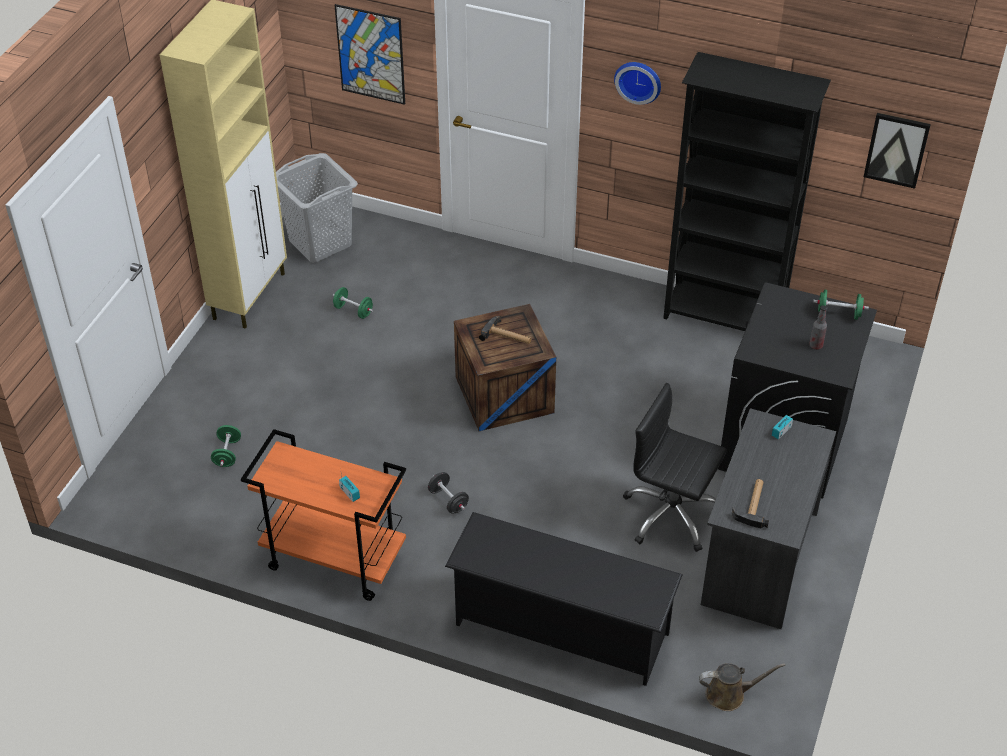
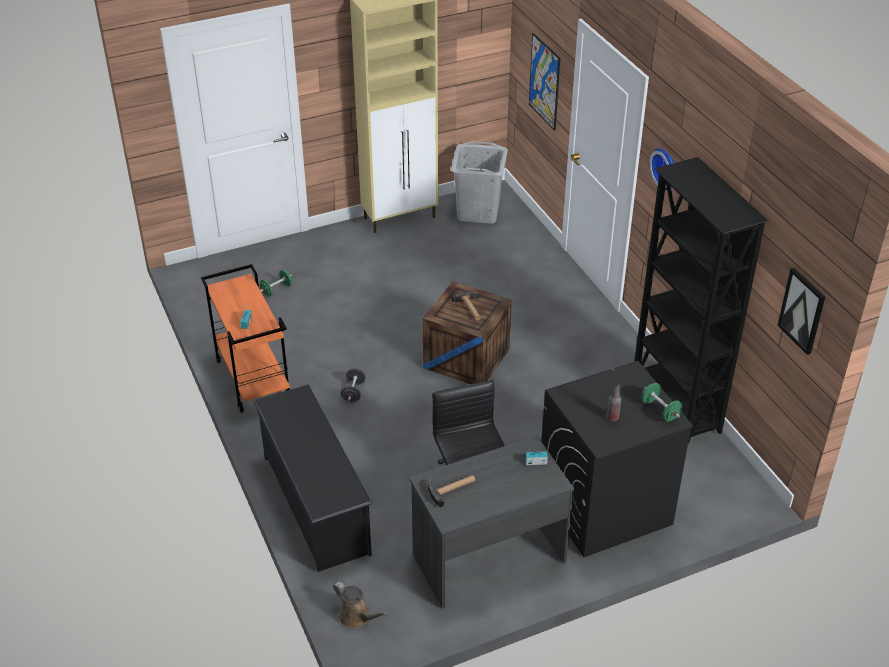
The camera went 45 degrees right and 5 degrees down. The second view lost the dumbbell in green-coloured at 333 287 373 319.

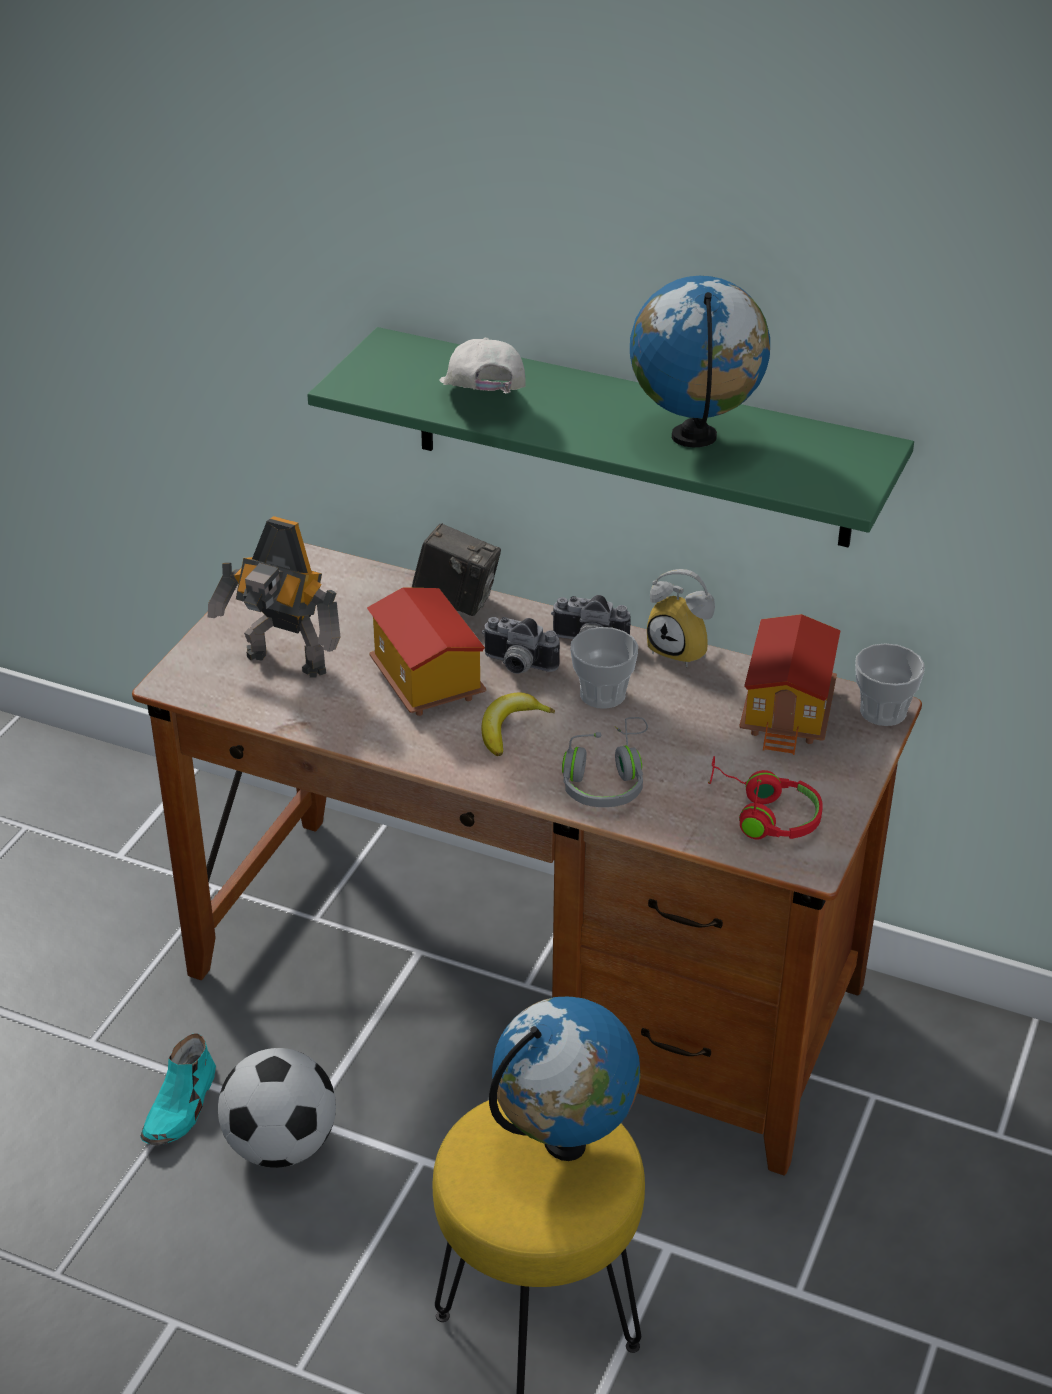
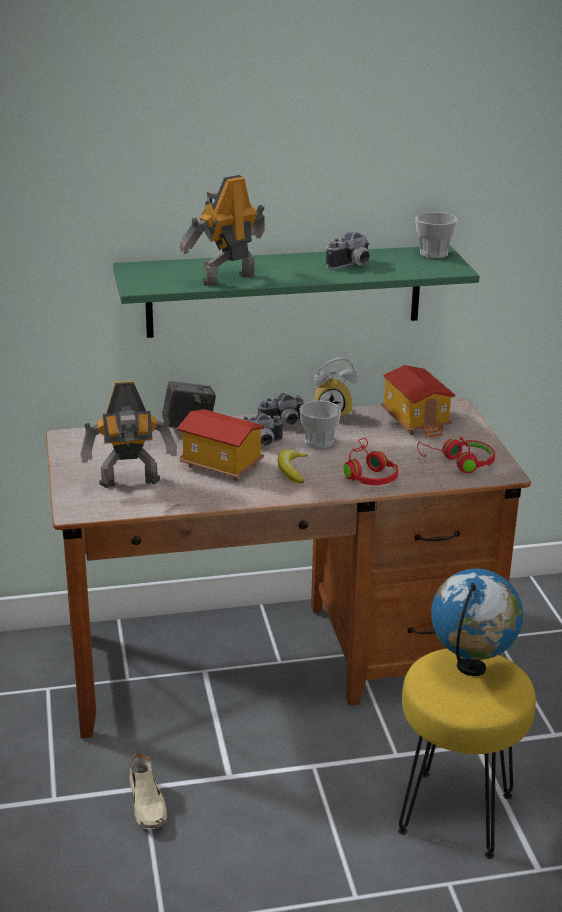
The camera went 35 degrees left and 10 degrees down. The second view lost the ball for football at 218 1048 336 1168. The drinking cup ended up elsewhere, having gone from 855 643 925 726 to 415 212 458 259. Where the peaked cap in white-coloured stood at 439 338 526 393, the toy robot came to stand at 180 175 265 286. Where the world globe stood at 630 276 770 447, the photo camera came to stand at 326 232 370 270. What was the shoe in blue-green at 140 1033 216 1145 turned into the shoe in sand-coloured at 130 753 167 829. What was the headset in greyish at 562 717 648 807 turned into the headset in reddish at 344 438 398 485.

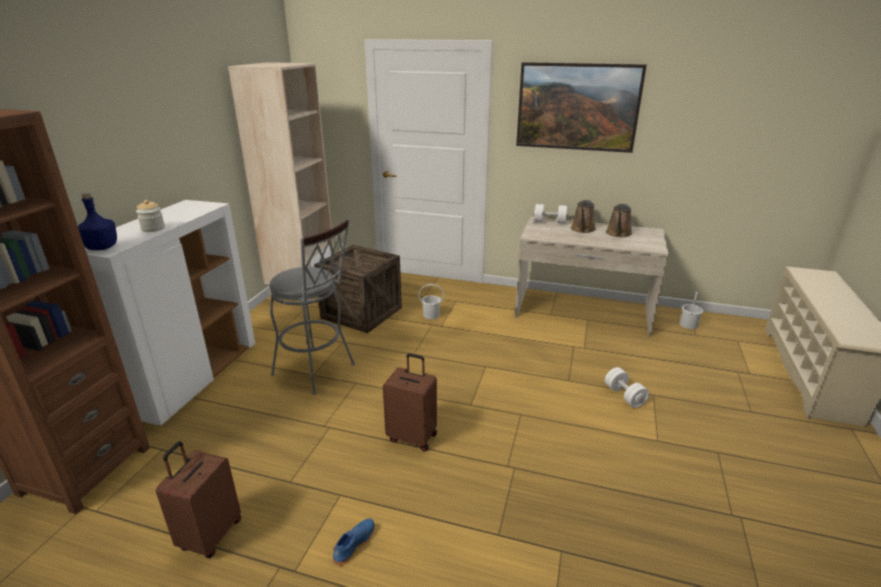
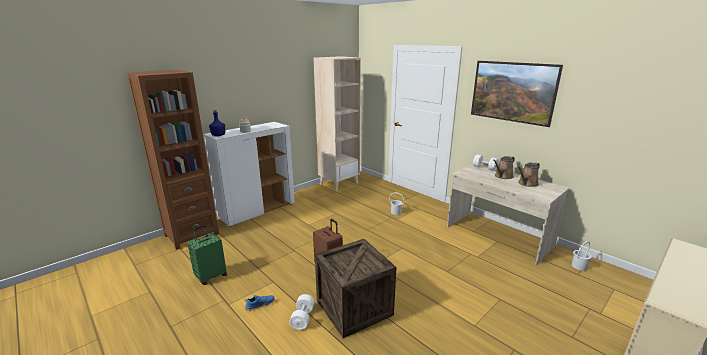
The camera went 30 degrees right and 5 degrees down. The second view lost the stool in greyish at 269 219 355 394. The shipping crate ended up elsewhere, having gone from 314 245 402 333 to 315 239 396 338. The dumbbell in white-coloured ended up elsewhere, having gone from 605 367 649 408 to 289 294 314 330. What was the piece of luggage in brown at 156 441 241 558 turned into the piece of luggage in green-coloured at 187 225 227 285.

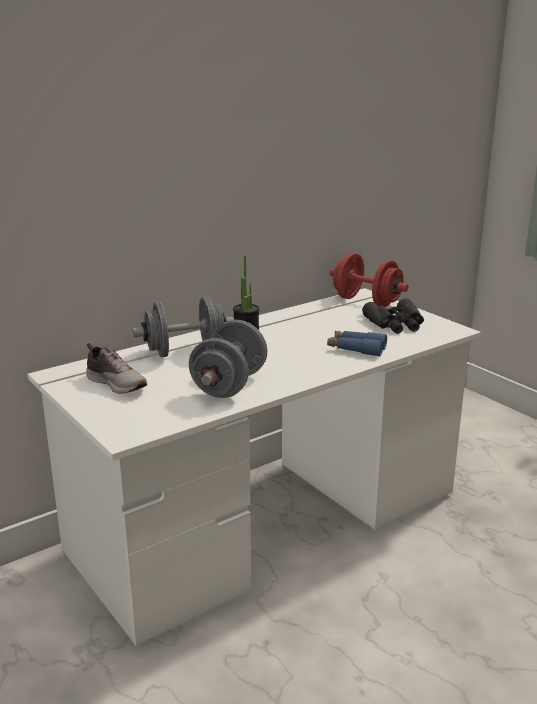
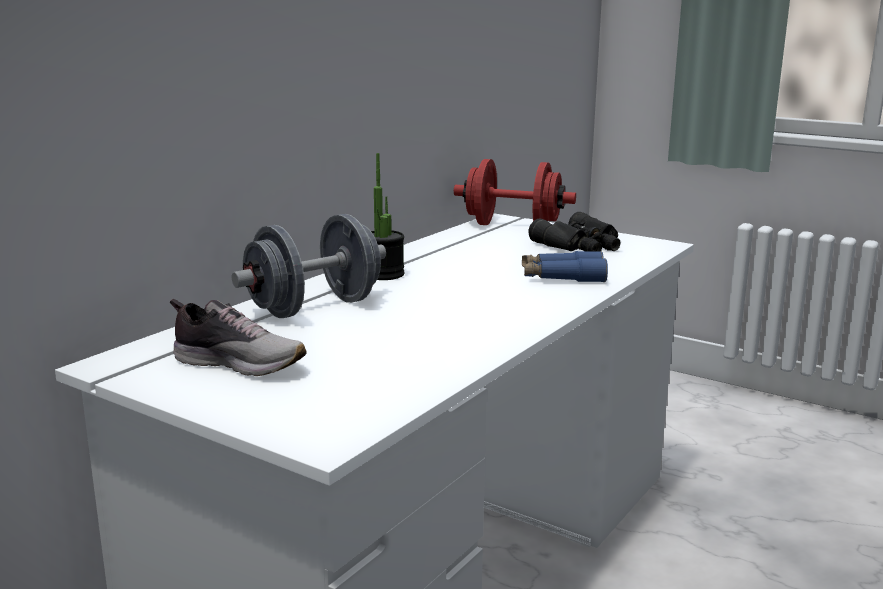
The camera went 20 degrees left and 5 degrees down. The second view lost the dumbbell in greyish at 189 320 267 398.

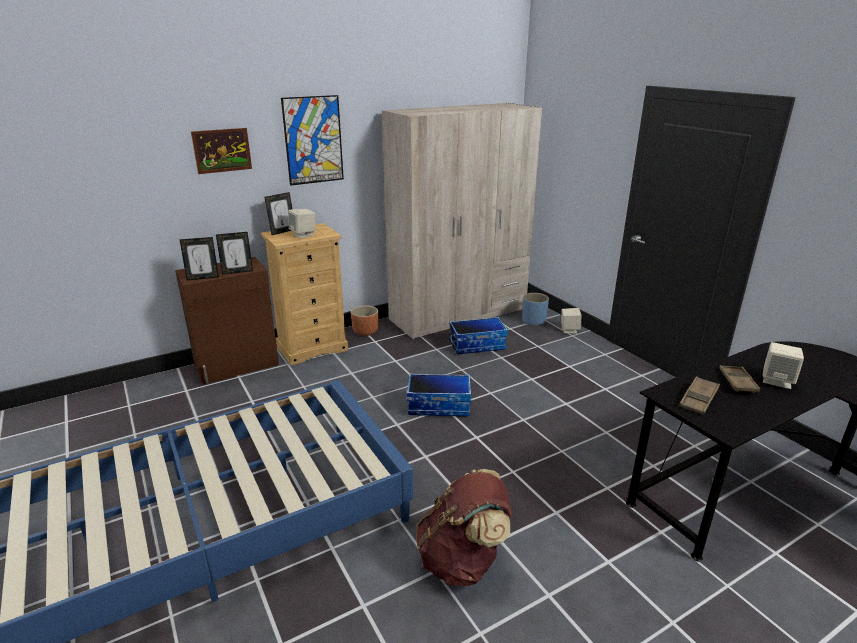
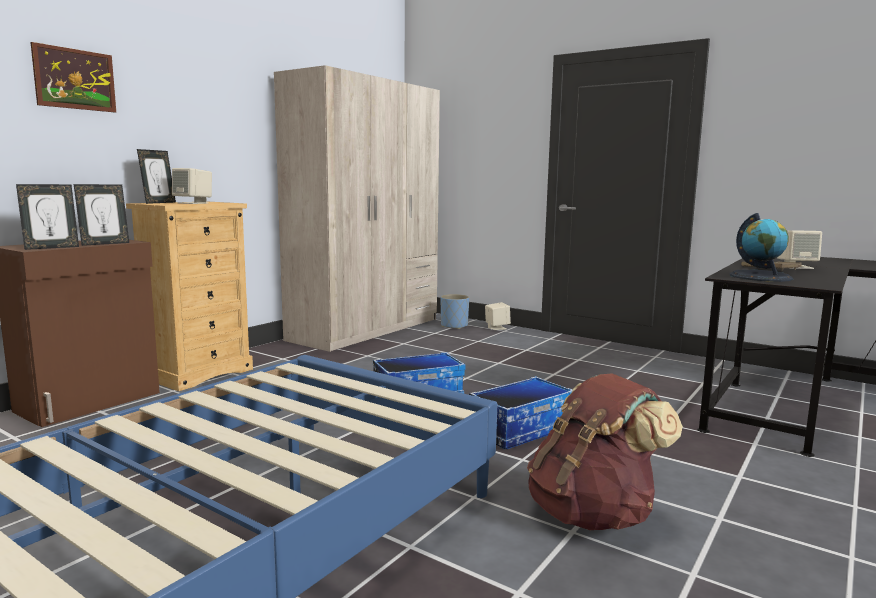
The camera went 25 degrees left and 15 degrees down. The second view lost the wall picture at 281 95 344 186. The second view lost the planter in brown at 351 305 379 336. The storage box ended up elsewhere, having gone from 449 317 508 354 to 469 376 573 449. Where the carrying tray in brown stood at 679 376 720 415, the world globe came to stand at 730 213 793 282.

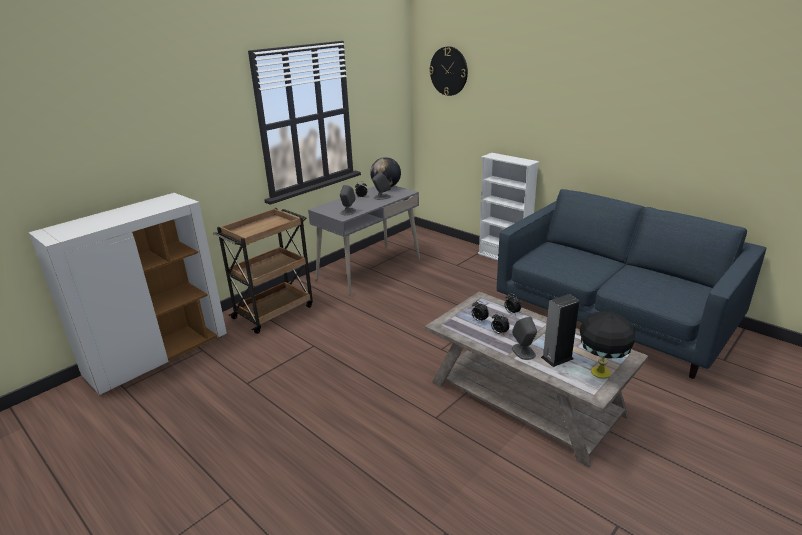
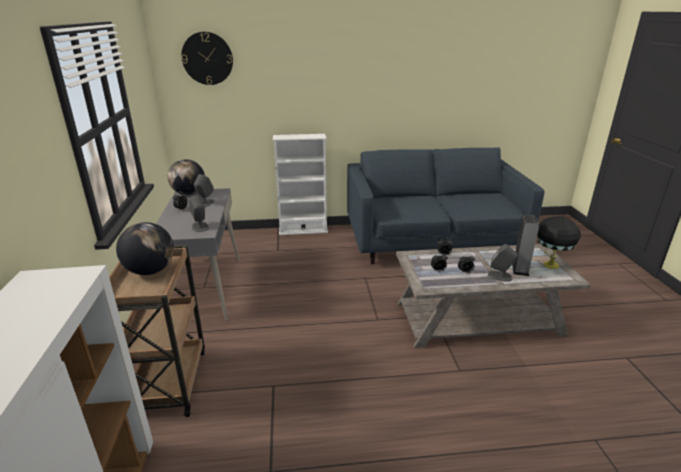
The camera went 50 degrees left and 0 degrees up. The second view gained the world globe at 116 222 174 275.

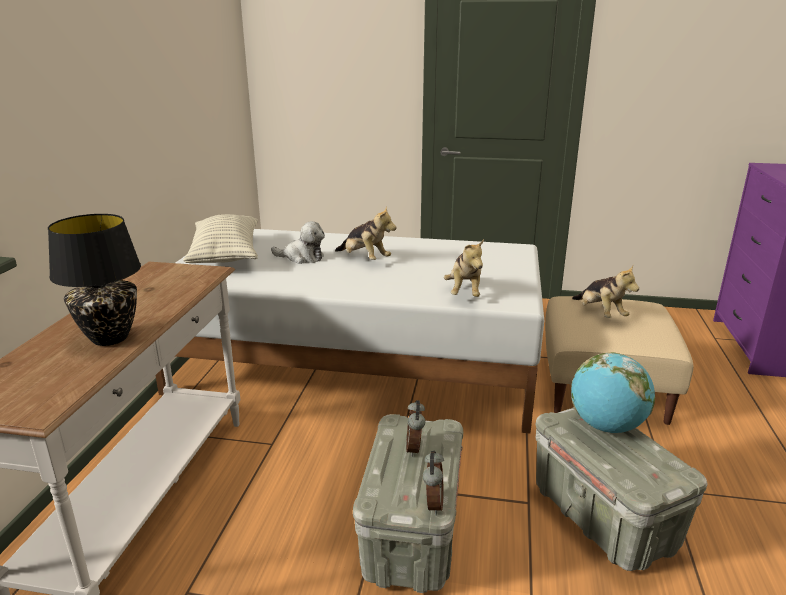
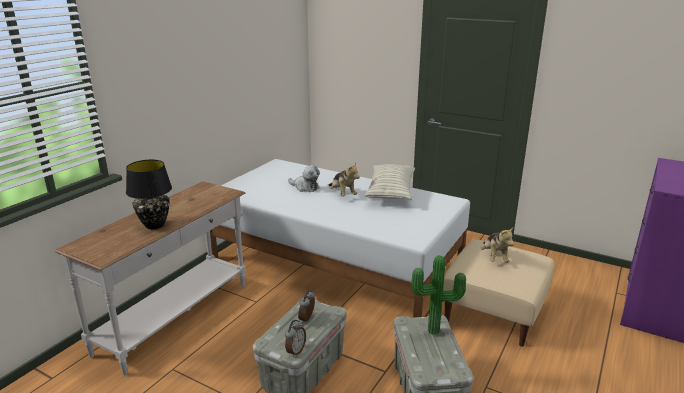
The camera went 20 degrees right and 0 degrees up. The second view lost the cuddly toy at 444 239 484 297. The pillow ended up elsewhere, having gone from 183 214 258 263 to 365 164 415 200. Where the world globe stood at 571 353 655 433, the houseplant came to stand at 411 256 466 335.

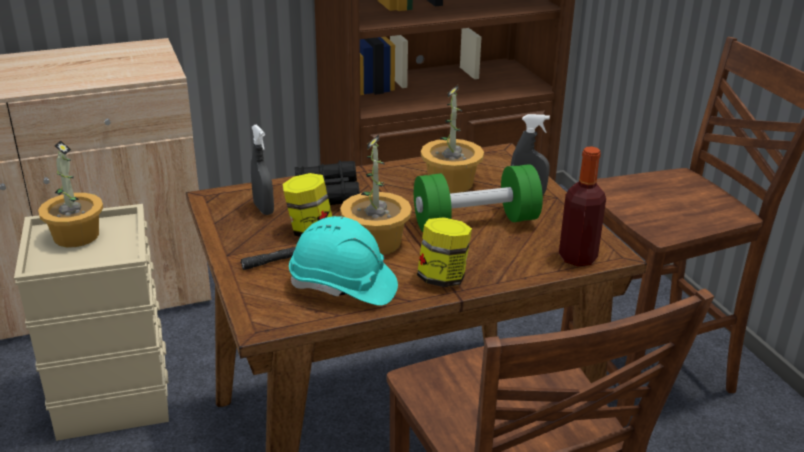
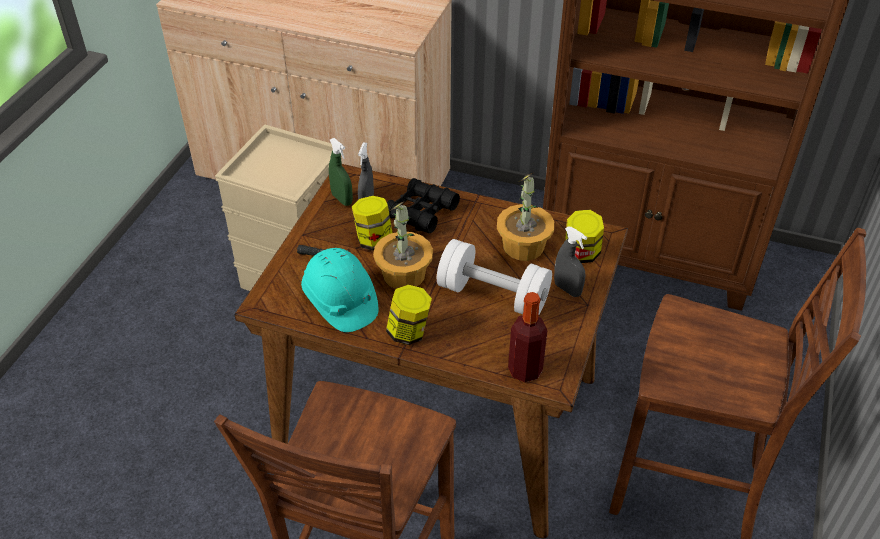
The camera went 40 degrees right and 15 degrees up. The second view lost the houseplant at 38 140 103 247. The second view gained the sprayer in green-coloured at 329 138 353 206. The second view gained the jar at 565 210 604 263. What was the dumbbell in green-coloured at 414 164 543 232 turned into the dumbbell in white-coloured at 437 239 552 316.

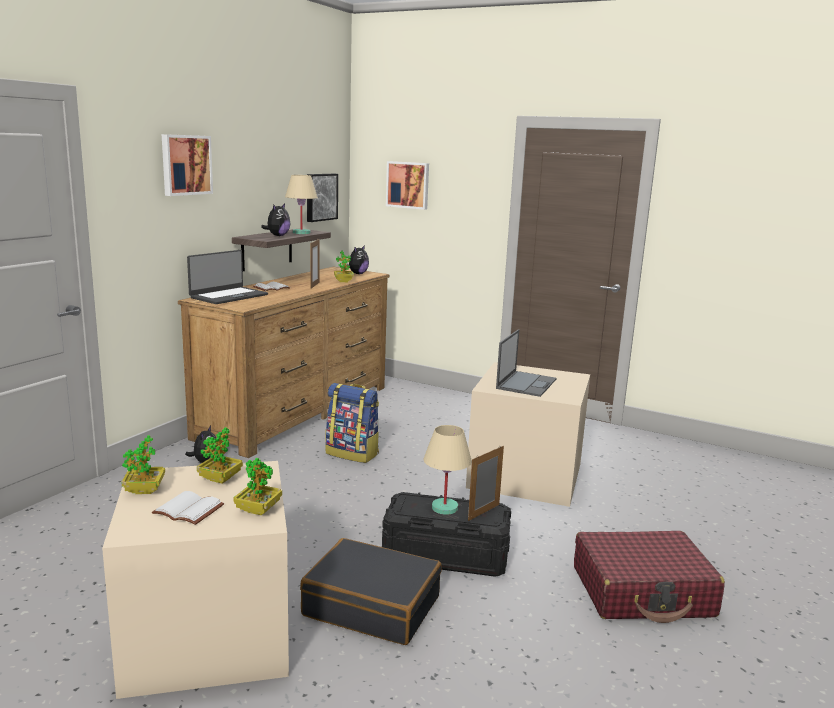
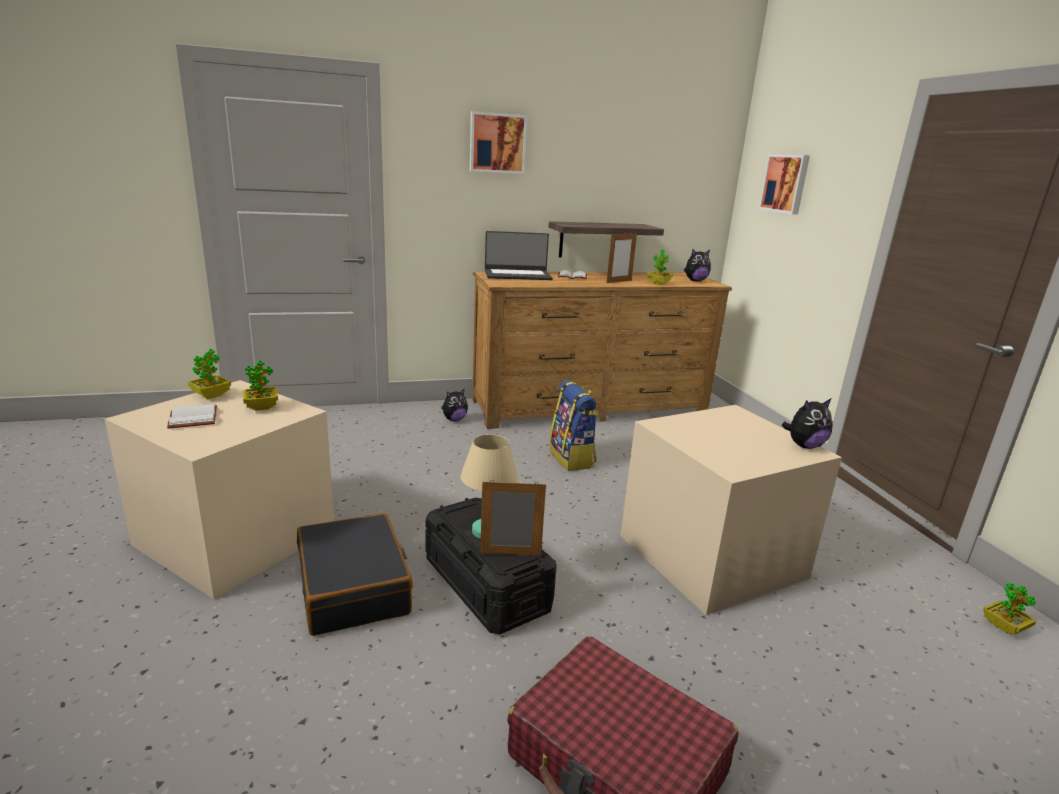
The camera went 45 degrees right and 5 degrees up. The second view lost the table lamp in sand-coloured at 285 175 318 234. The second view lost the wall picture at 307 174 338 222. The second view lost the portable computer at 496 329 557 397. The houseplant ended up elsewhere, having gone from 233 458 282 515 to 983 583 1036 635. The cuddly toy ended up elsewhere, having gone from 261 204 291 236 to 782 399 833 449.

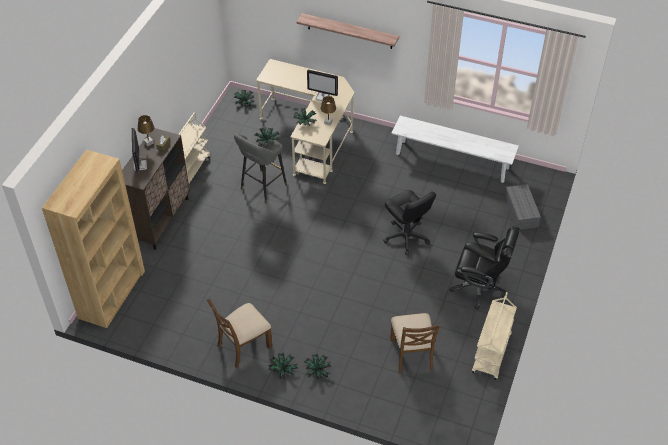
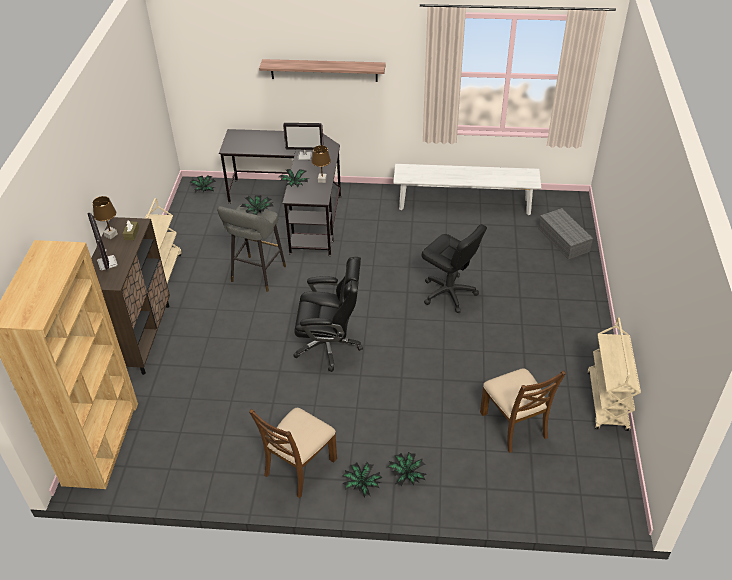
The camera went 15 degrees left and 5 degrees down. The computer chair in black-coloured ended up elsewhere, having gone from 449 226 520 310 to 293 257 363 372. What was the desk in sand-coloured at 256 59 355 184 turned into the desk in black-coloured at 219 129 342 256.

